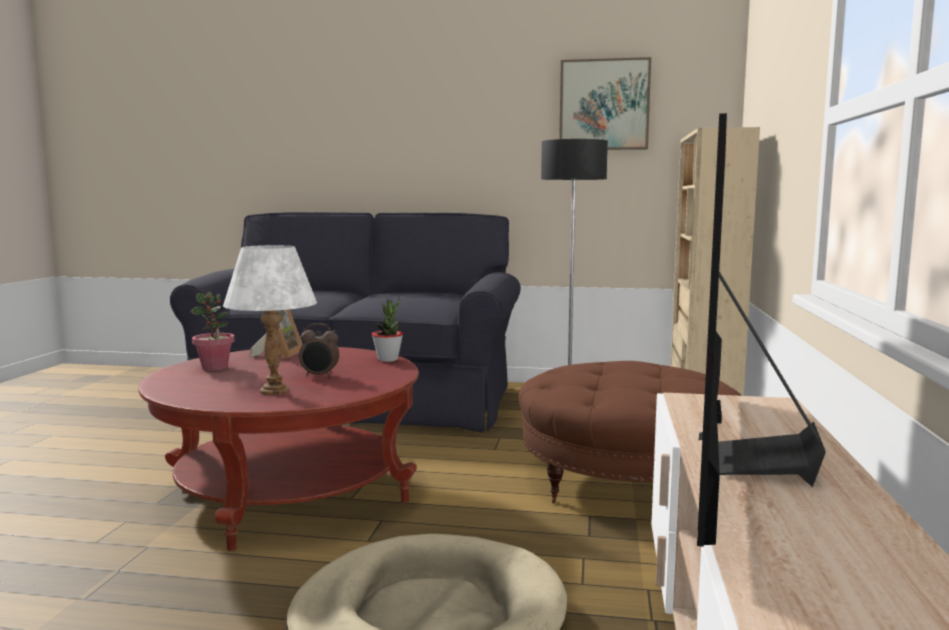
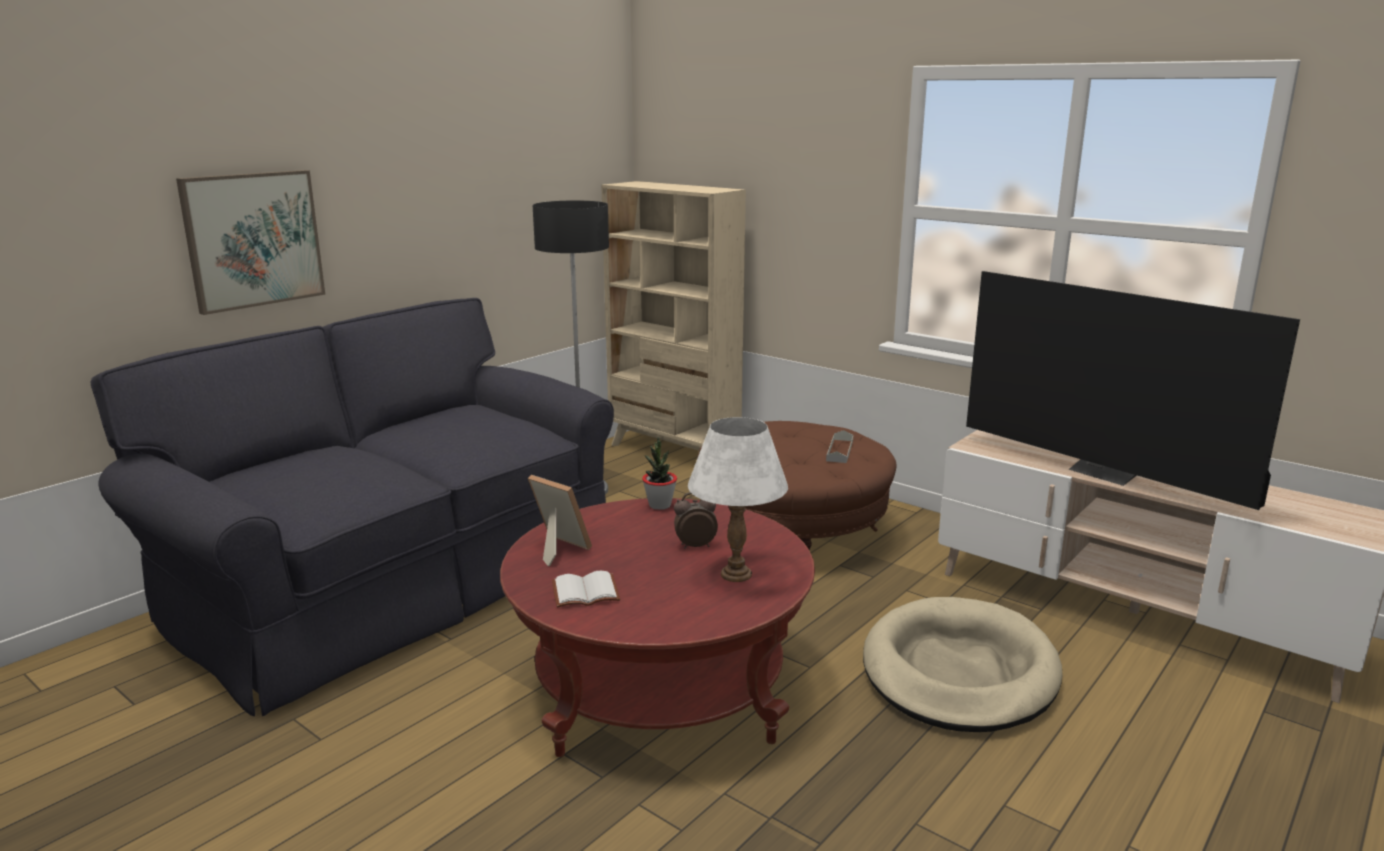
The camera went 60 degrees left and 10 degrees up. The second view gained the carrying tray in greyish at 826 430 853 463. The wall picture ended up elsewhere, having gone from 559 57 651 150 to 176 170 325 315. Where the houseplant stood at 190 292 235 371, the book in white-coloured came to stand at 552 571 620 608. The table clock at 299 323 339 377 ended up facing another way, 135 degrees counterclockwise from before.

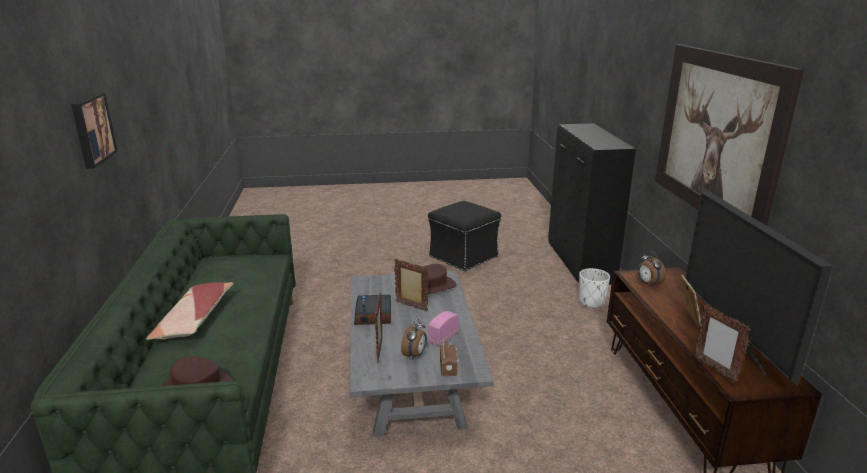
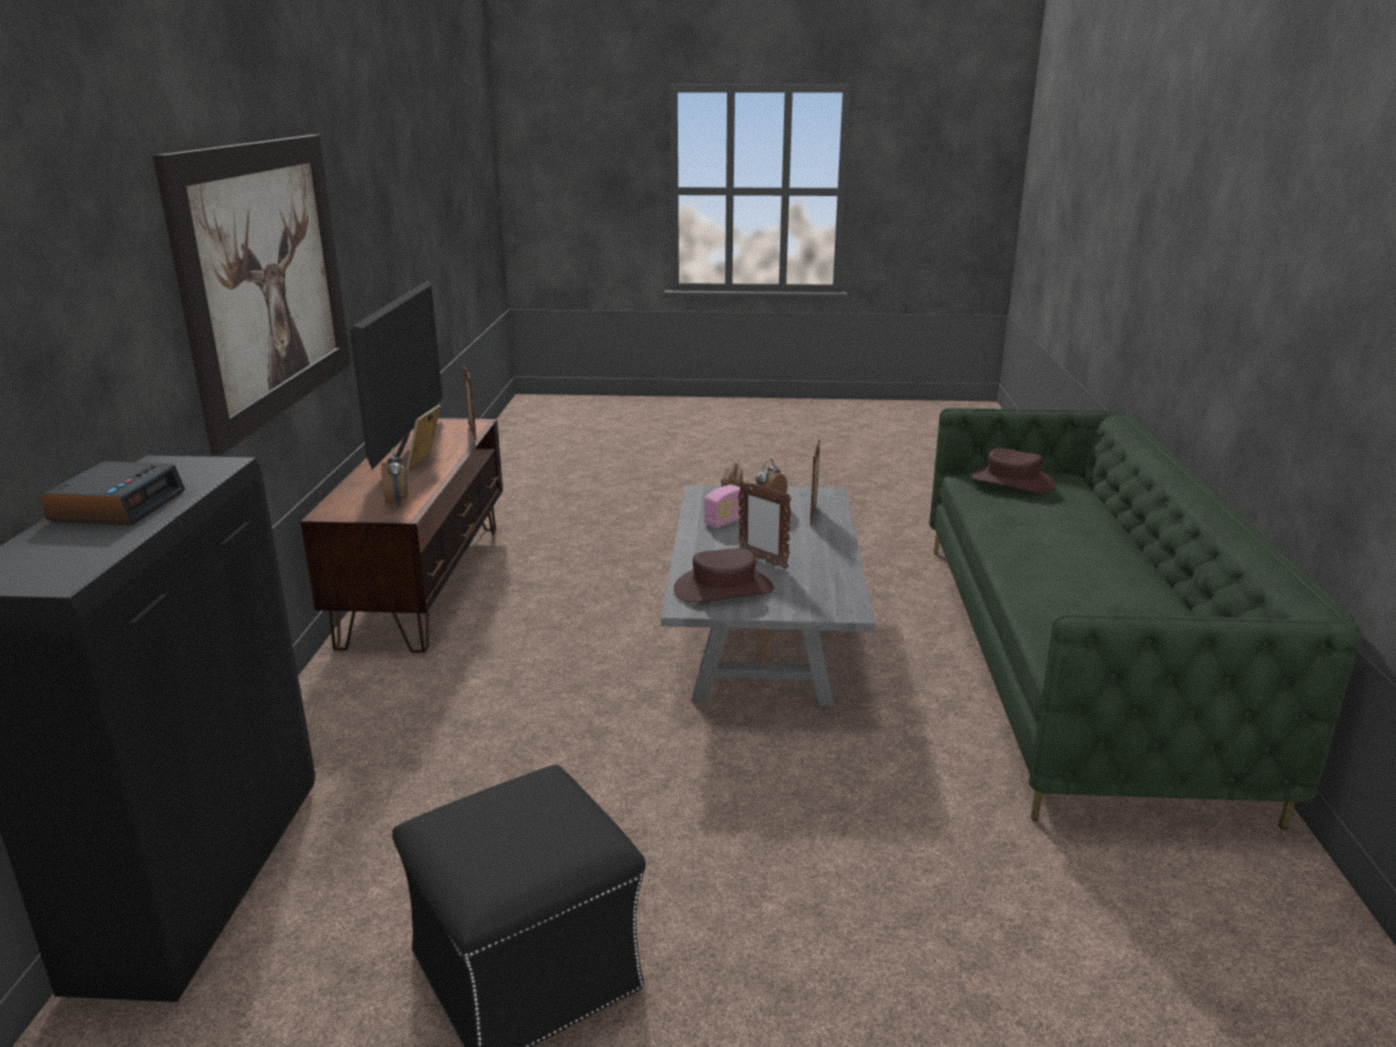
The camera went 170 degrees left and 0 degrees up. The second view lost the wall picture at 71 93 118 169. The second view lost the pillow at 146 282 234 340. The second view lost the planter in white-coloured at 578 268 610 309. The table clock ended up elsewhere, having gone from 354 295 391 325 to 40 461 185 525.

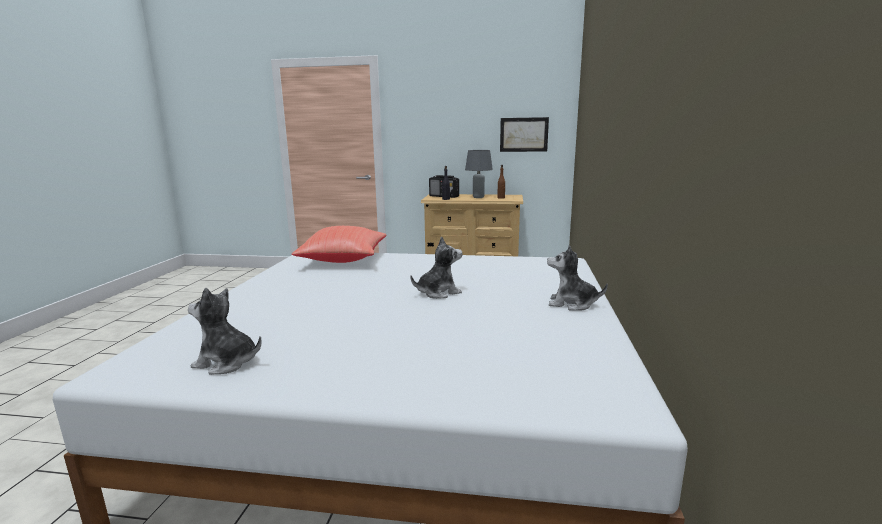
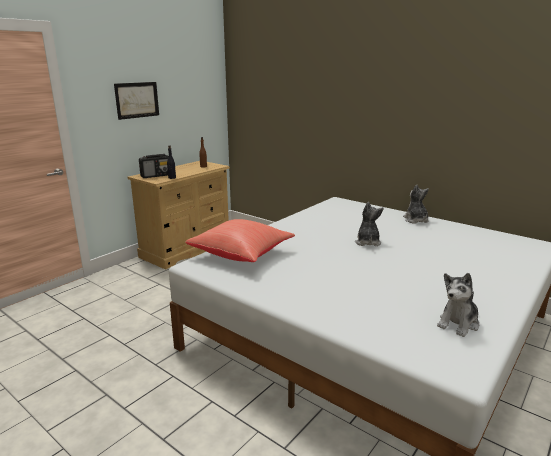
The camera went 60 degrees left and 5 degrees up. The second view lost the table lamp in greyish at 465 150 493 198. The wall picture ended up elsewhere, having gone from 500 117 549 152 to 114 82 159 120. The cuddly toy at 547 245 608 311 ended up facing another way, 120 degrees clockwise from before.

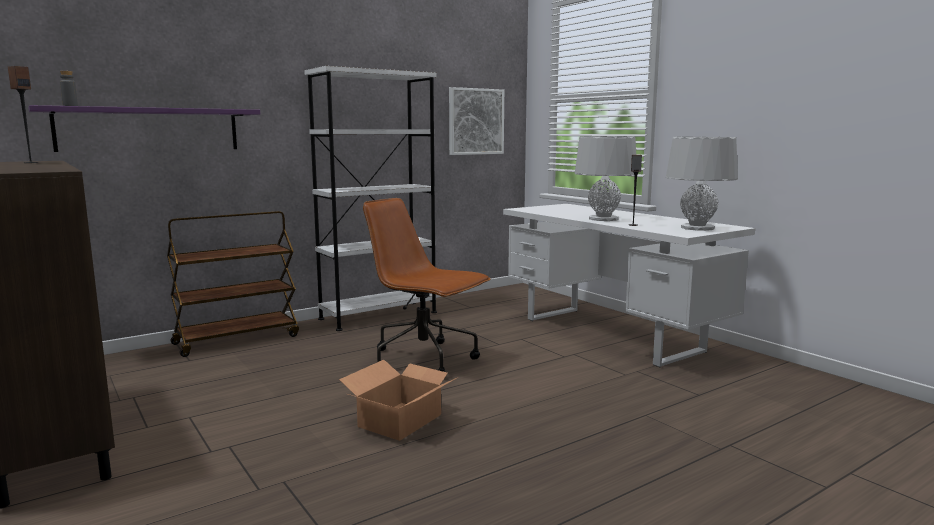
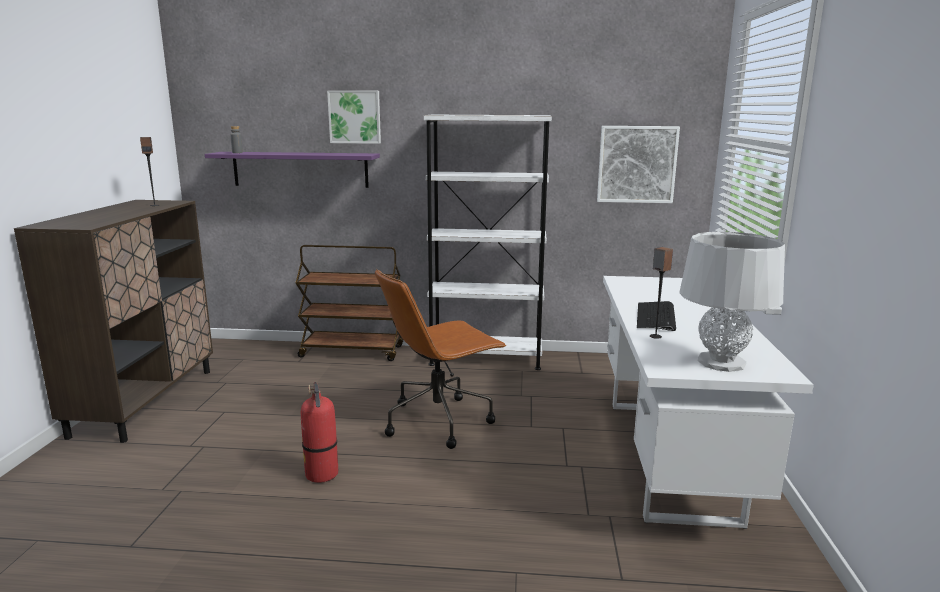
The camera went 40 degrees right and 5 degrees up. The second view gained the wall picture at 327 90 381 144. Where the packing box stood at 339 360 457 441, the fire extinguisher came to stand at 301 382 338 483. Where the table lamp in greyish stood at 575 136 636 221, the PC keyboard came to stand at 637 301 676 331. The computer chair in brown at 363 198 491 372 ended up facing another way, 105 degrees counterclockwise from before.

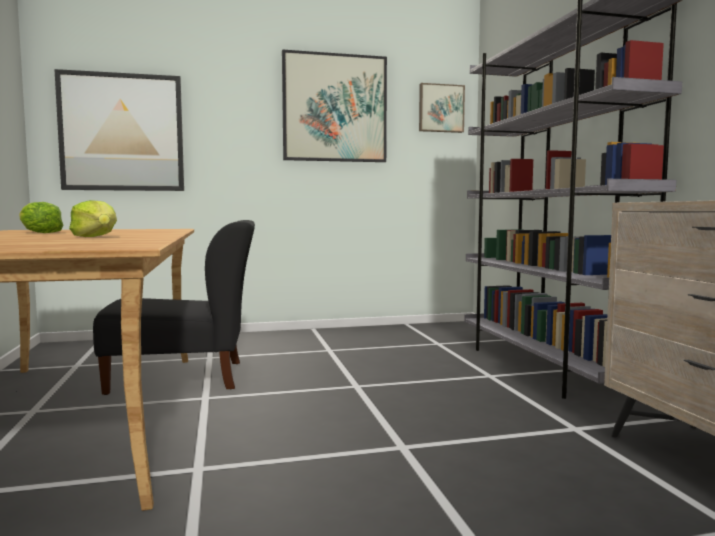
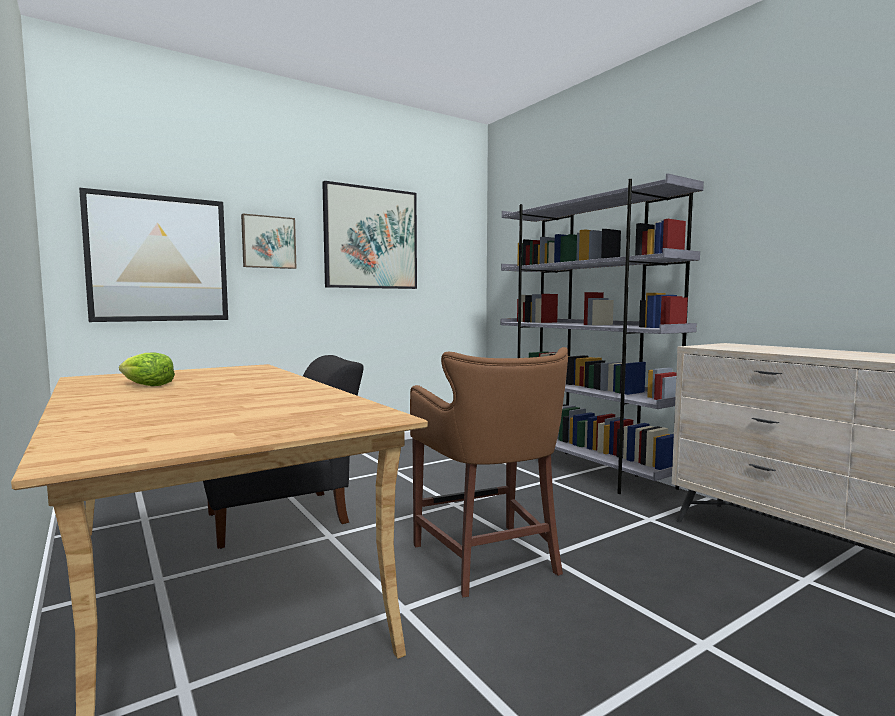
The camera went 20 degrees left and 0 degrees up. The second view lost the lettuce head at 69 200 117 237. The second view gained the stool in brown at 410 347 568 597. The wall picture ended up elsewhere, having gone from 419 83 465 133 to 241 214 297 269.

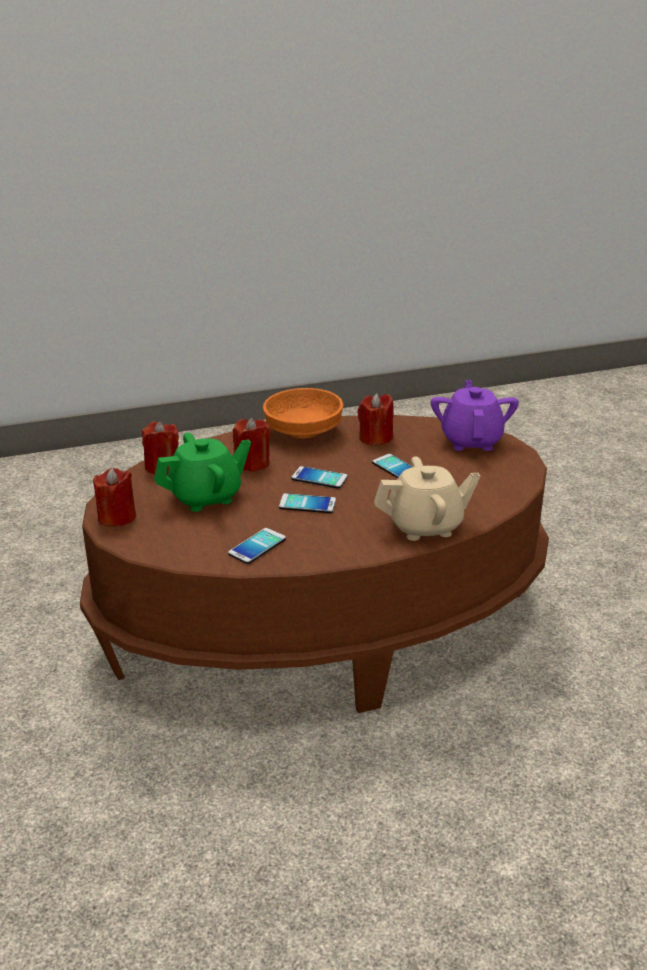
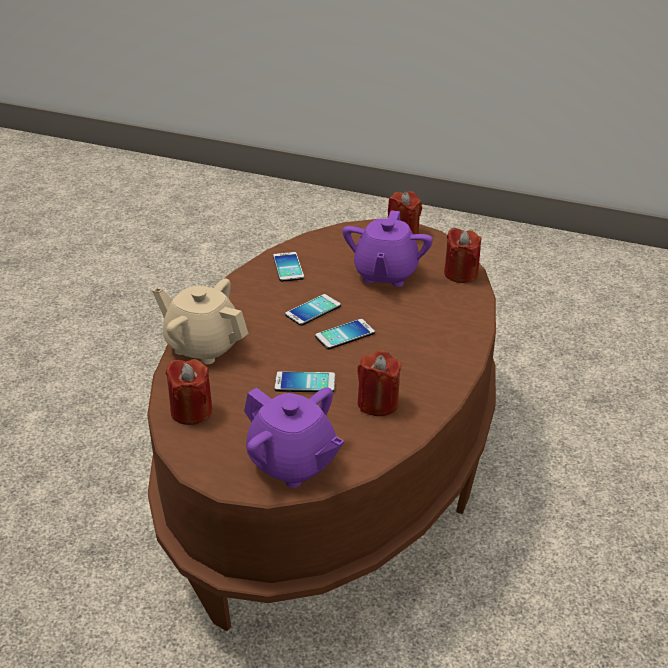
The camera went 130 degrees right and 5 degrees up. The second view lost the bowl in orange-coloured at 263 388 344 439. The wax candle in reddish ended up elsewhere, having gone from 233 418 271 472 to 165 359 213 425. What was the teapot in green-coloured at 154 433 251 512 turned into the teapot in purple at 342 210 433 287. The teapot in sand-coloured at 374 457 480 541 ended up facing another way, 90 degrees clockwise from before.

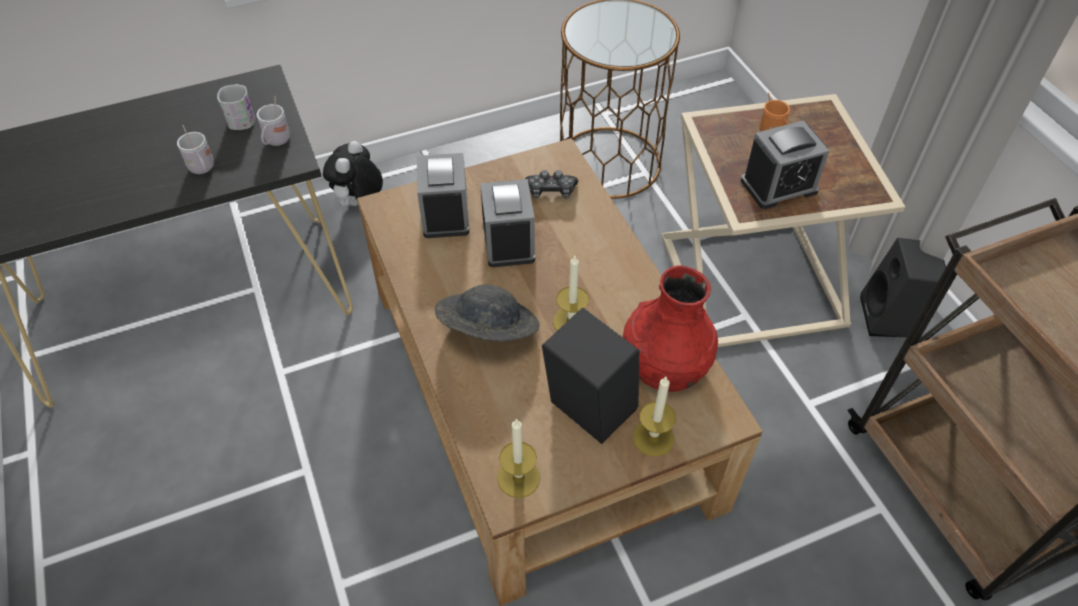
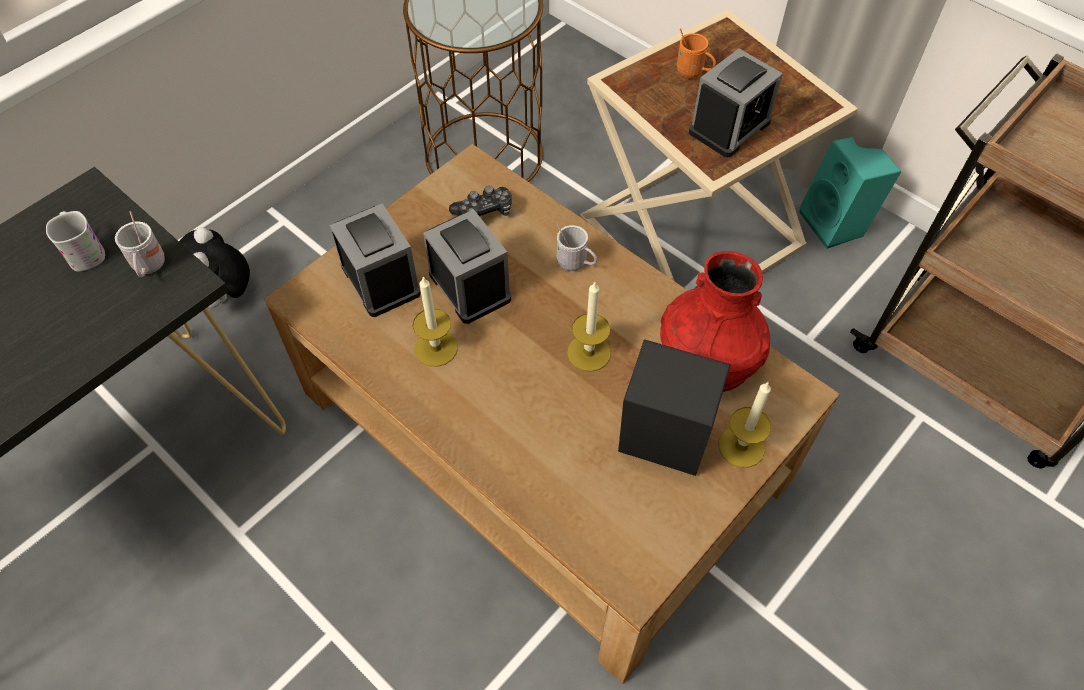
The camera went 25 degrees left and 5 degrees up. The second view lost the hat in greyish at 435 285 539 342. The tea mug in white-coloured ended up elsewhere, having gone from 177 125 214 174 to 556 223 597 271. The wax candle ended up elsewhere, having gone from 497 418 540 498 to 412 276 458 367. What was the audio speaker in black-coloured at 860 238 952 338 turned into the audio speaker in blue-green at 800 137 901 249.

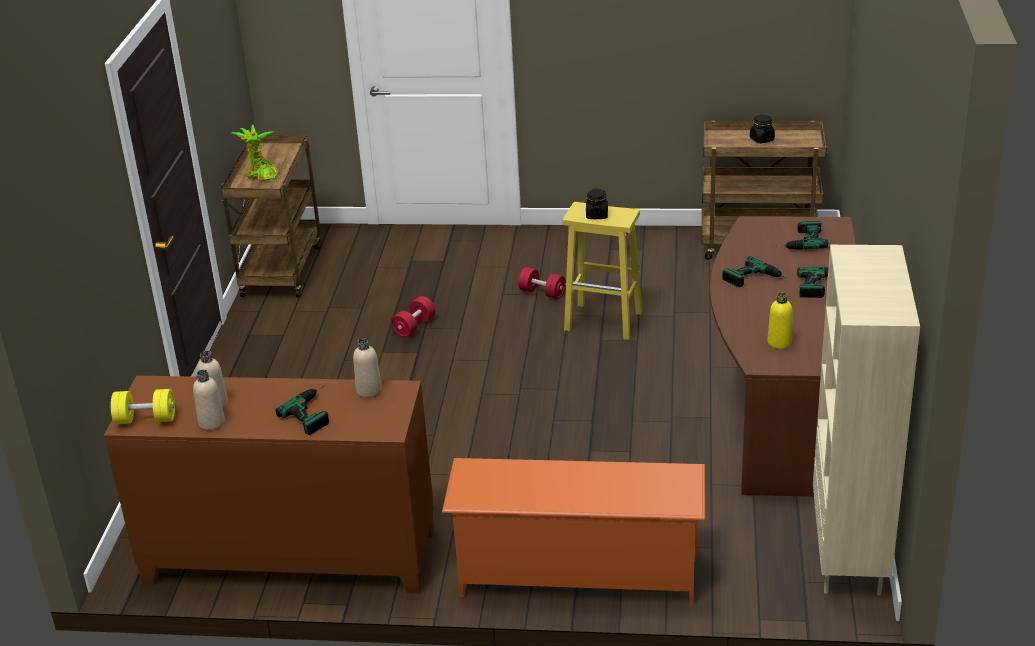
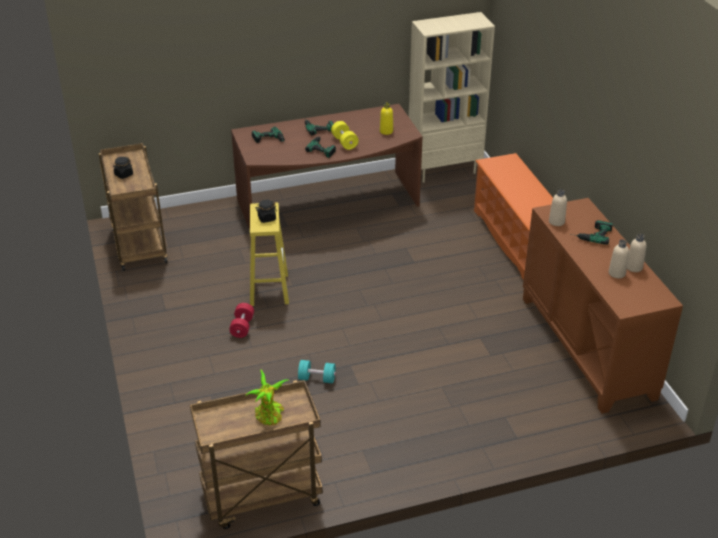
The camera went 115 degrees left and 5 degrees up. The dumbbell in yellow ended up elsewhere, having gone from 111 389 175 424 to 331 121 359 150. What was the dumbbell in reddish at 391 296 435 338 turned into the dumbbell in blue-green at 298 360 336 384.

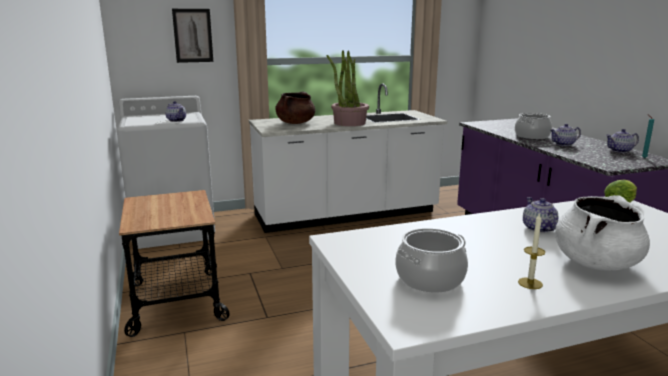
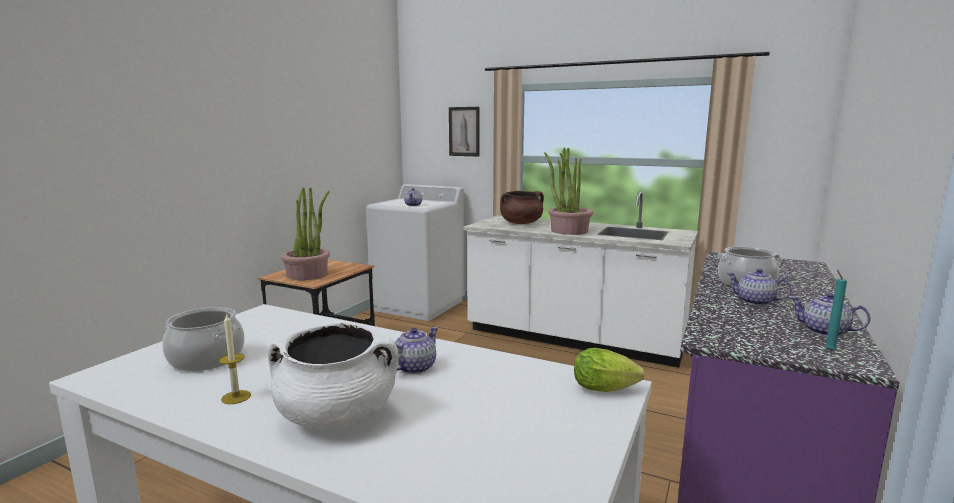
The camera went 45 degrees right and 5 degrees down. The second view gained the houseplant at 281 187 330 280.

